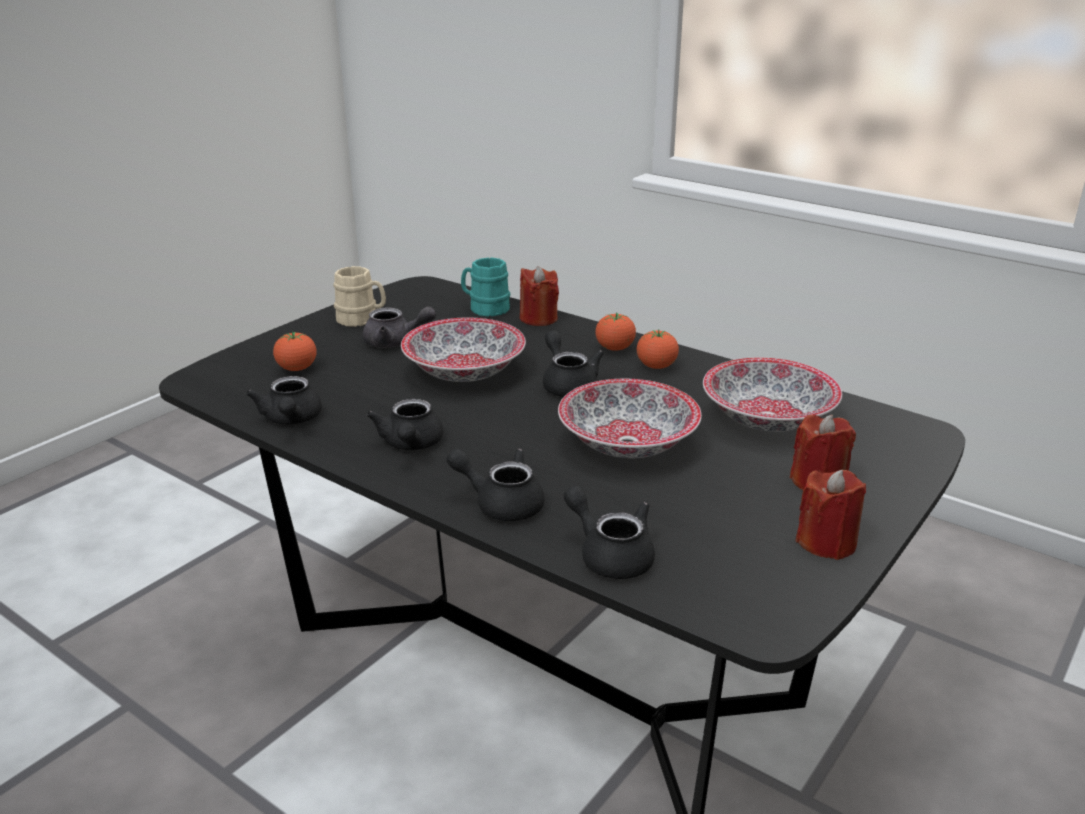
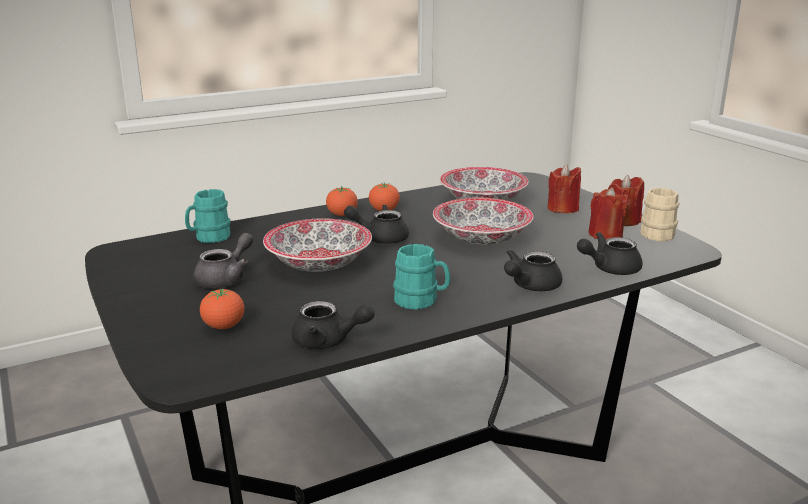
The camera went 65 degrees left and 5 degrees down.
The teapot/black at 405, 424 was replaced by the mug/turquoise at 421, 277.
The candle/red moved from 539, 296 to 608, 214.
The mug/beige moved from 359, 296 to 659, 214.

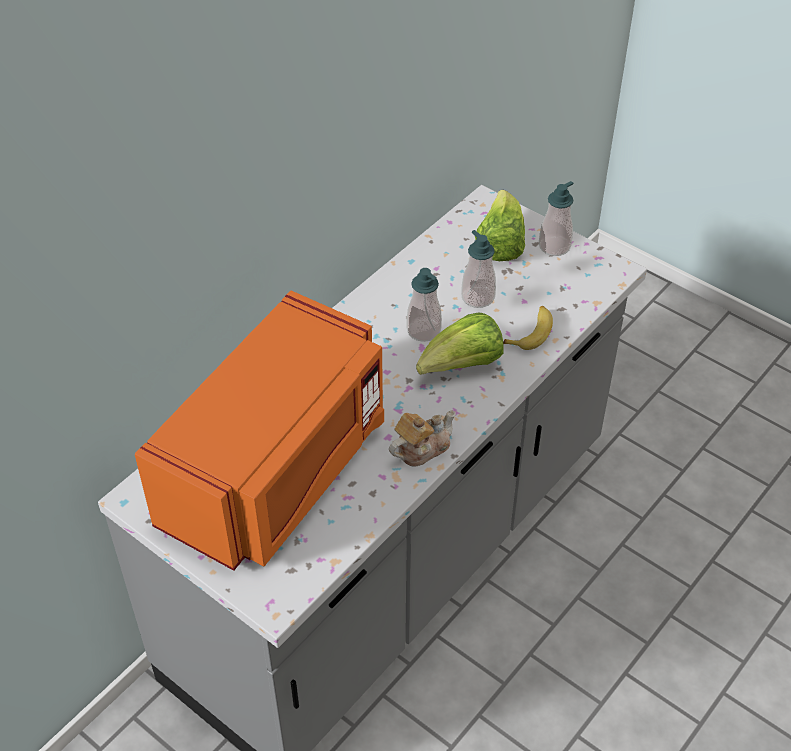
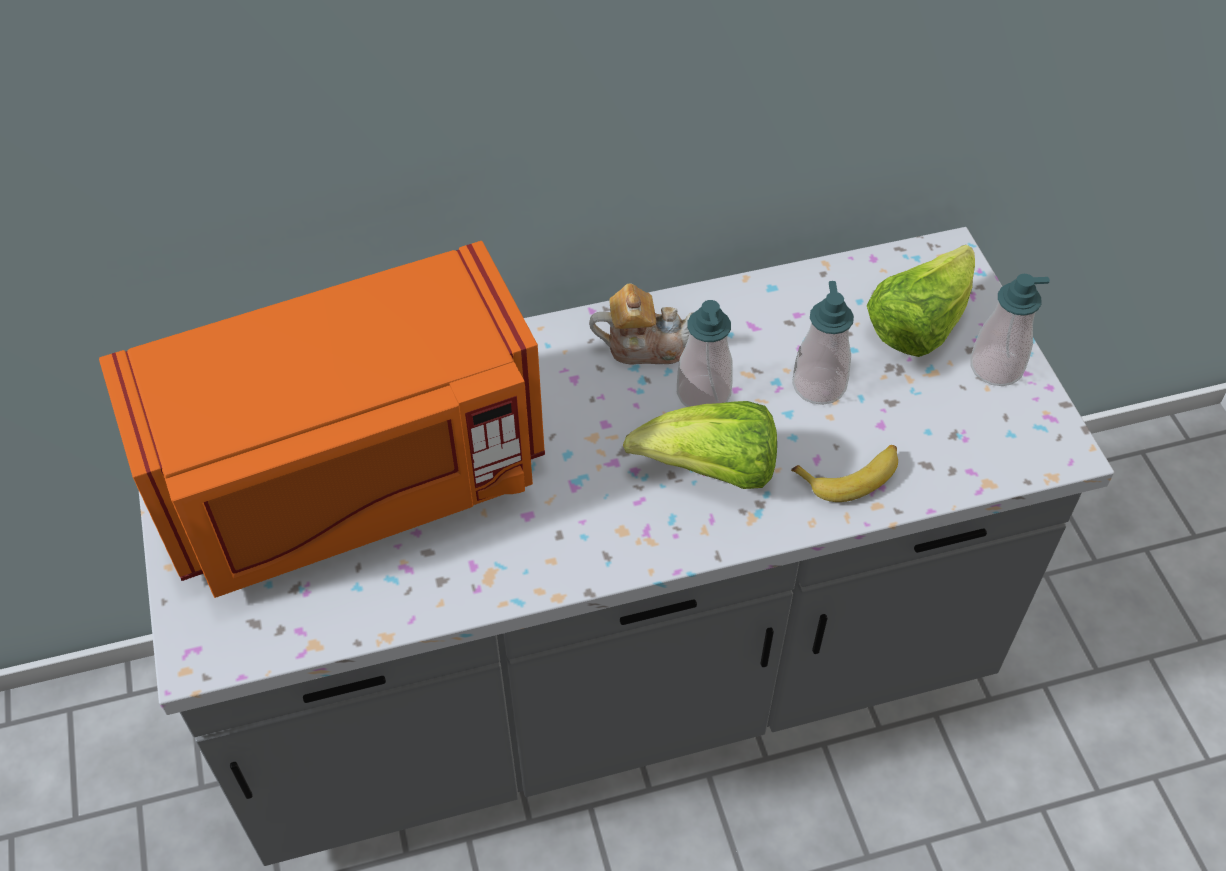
The camera went 35 degrees right and 5 degrees up.
The teapot moved from 422, 438 to 641, 324.

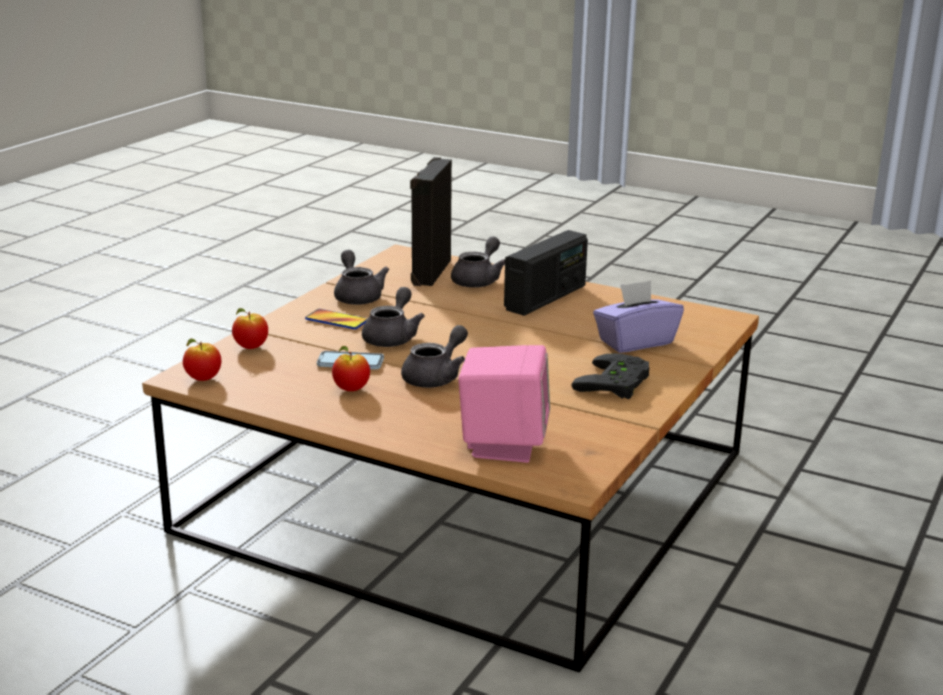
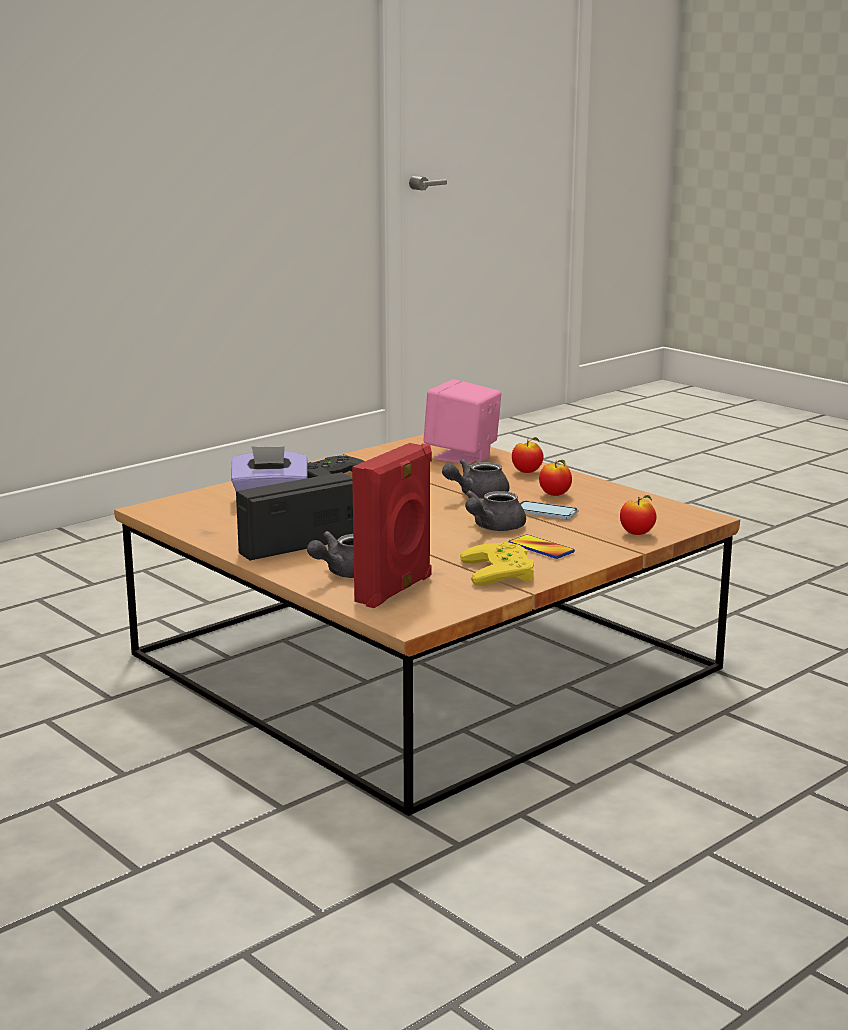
The camera went 160 degrees left and 5 degrees down.
The speaker/black at 431, 221 became the speaker/red at 392, 525.
The teapot/grey at 361, 277 was replaced by the game controller/yellow at 497, 564.
The apple moved from 202, 360 to 528, 455.

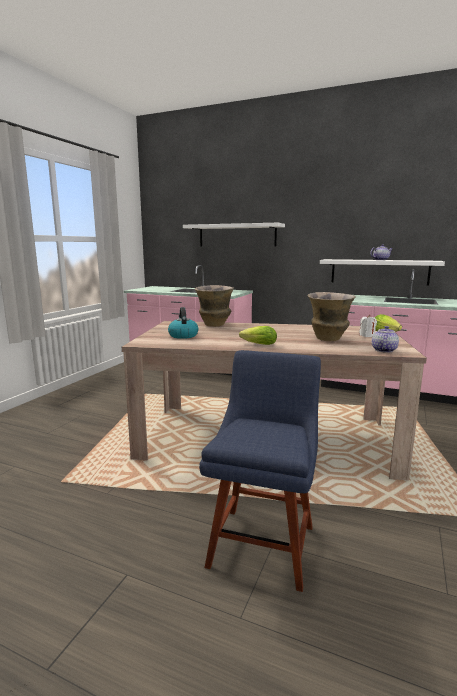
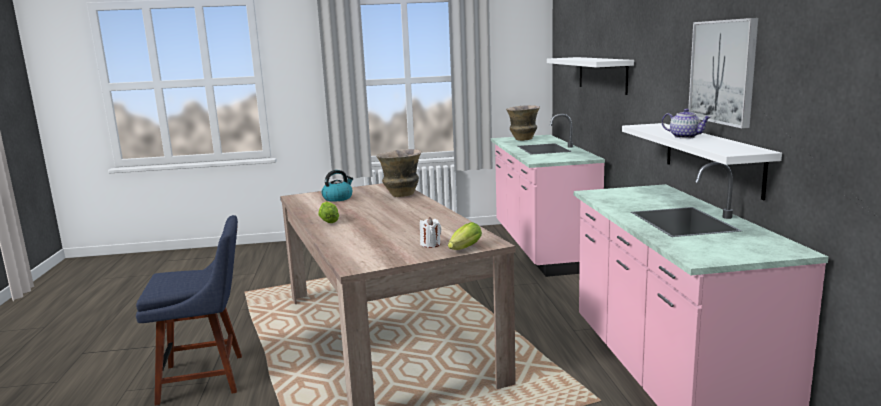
The camera went 60 degrees right and 0 degrees up.
The vase moved from 331, 316 to 523, 123.
The picture at 723, 73 appeared.
The teapot at 385, 339 disappeared.

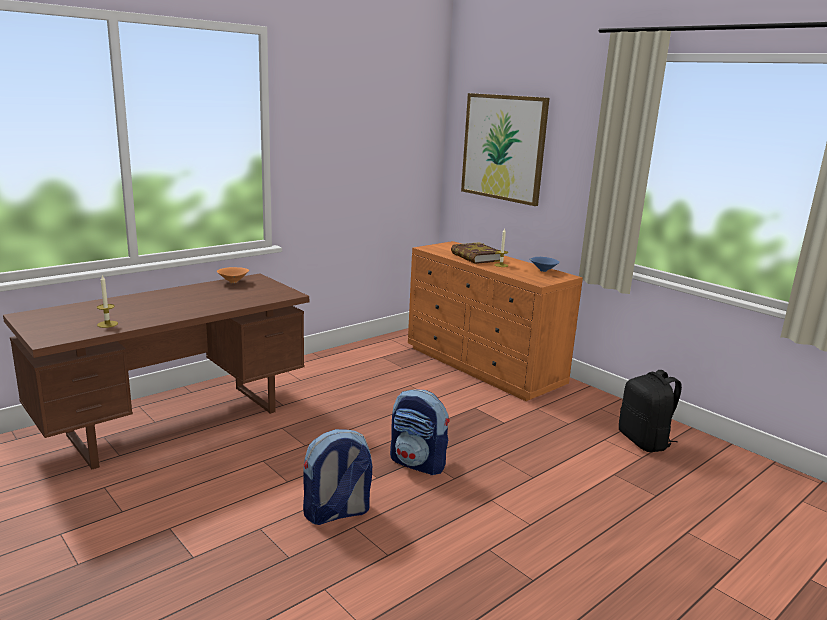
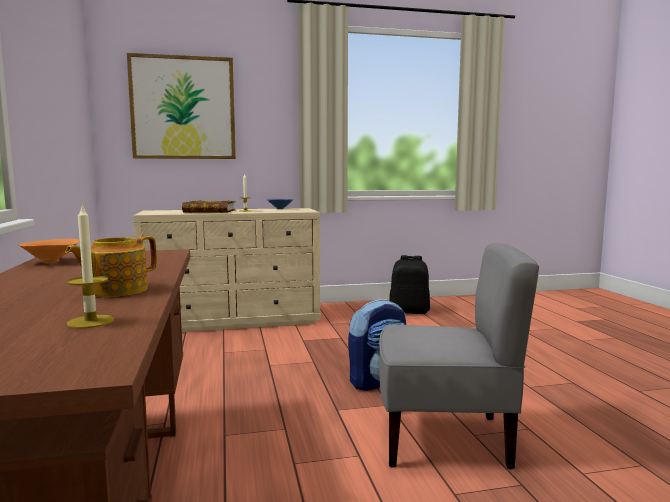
The camera went 60 degrees left and 10 degrees down.
The teapot at 111, 266 appeared.
The dresser/orange at 495, 321 became the dresser/beige at 227, 270.
The backpack at 337, 477 was replaced by the chair/grey at 459, 356.

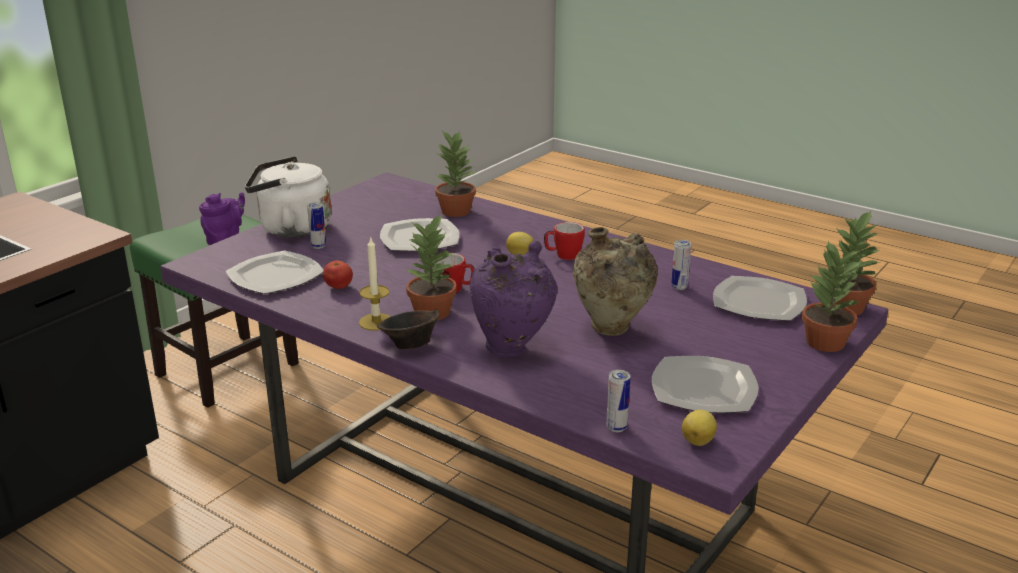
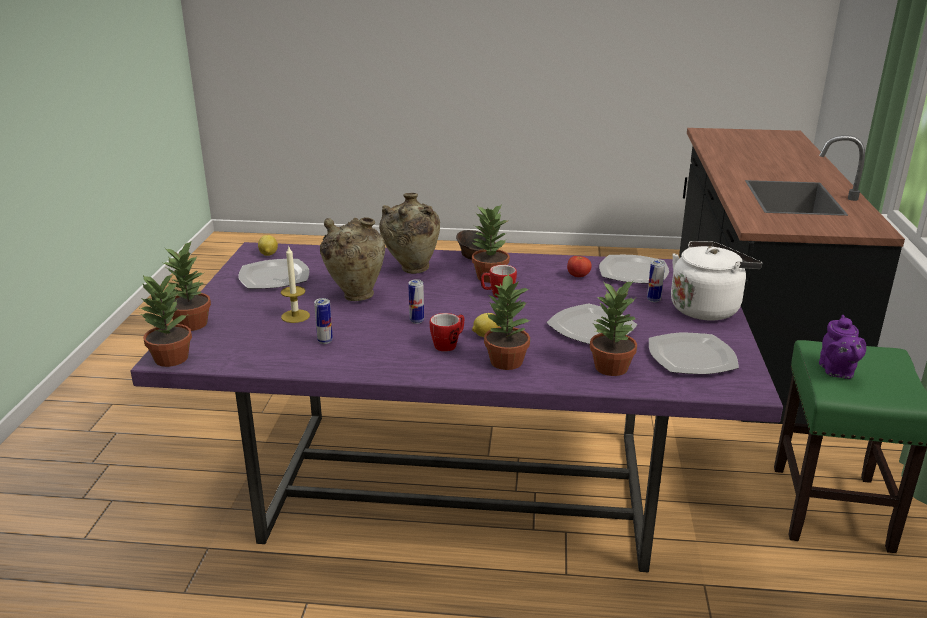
The camera went 150 degrees right and 0 degrees up.
The candle moved from 375, 284 to 295, 284.
The vase/purple at 514, 298 became the vase/beige at 409, 233.
The can moved from 618, 401 to 416, 301.
The potted plant at 507, 321 appeared.
The plate moved from 760, 298 to 694, 353.

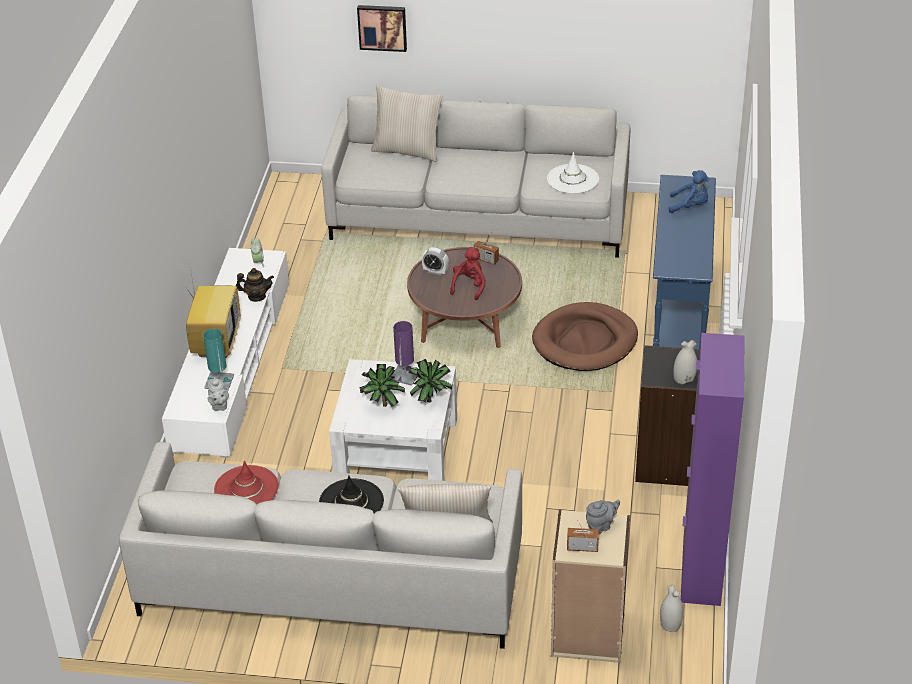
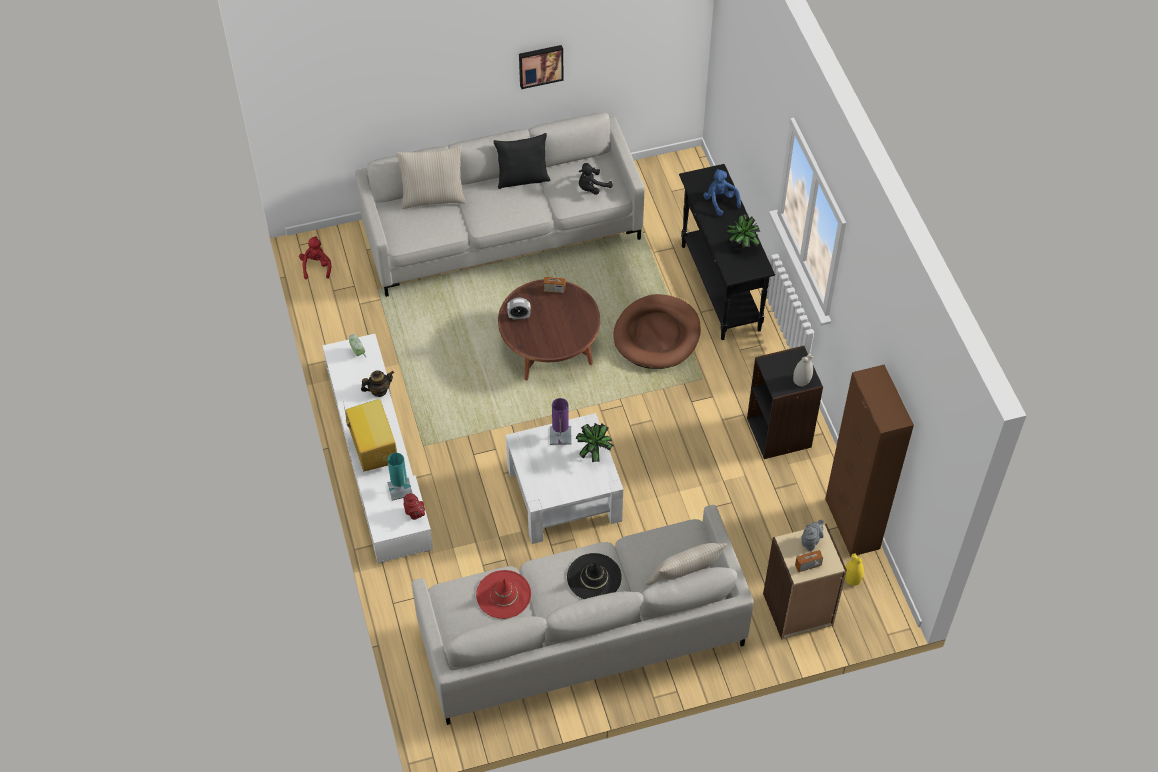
The camera went 25 degrees left and 15 degrees up.
The plush toy/red moved from 468, 273 to 315, 257.
The teapot/grey at 218, 394 became the teapot/red at 414, 506.
The pillow/black at 522, 161 appeared.
The picture moved from 382, 28 to 541, 67.
The hat/white at 573, 173 was replaced by the plush toy/black at 596, 179.
The console table/blue at 684, 262 became the console table/black at 727, 252.
The plush toy/blue at 689, 191 turned 105 degrees counterclockwise.
The potted plant moved from 382, 385 to 743, 230.
The cabinet/purple at 713, 469 became the cabinet/brown at 869, 461.
The vase/white at 671, 608 became the vase/yellow at 854, 569.

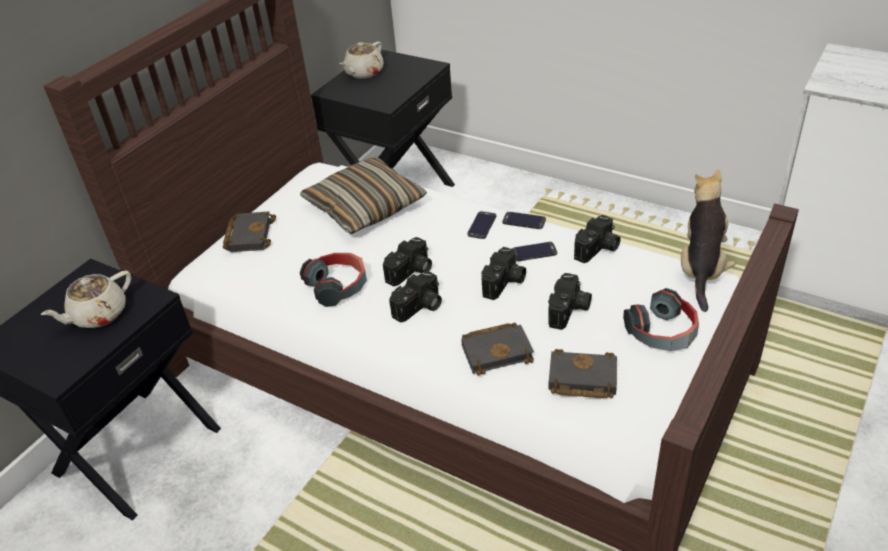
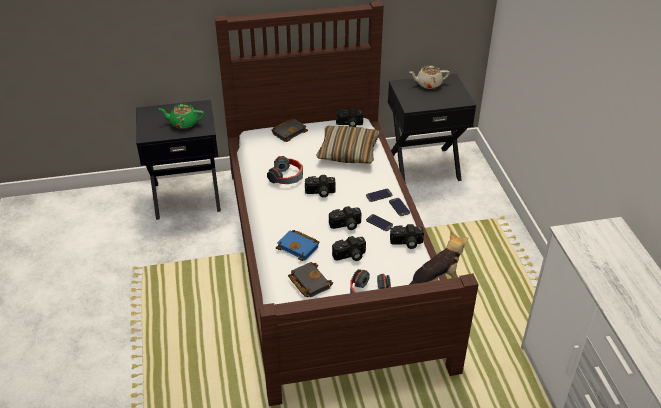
The camera went 45 degrees right and 0 degrees up.
The teapot/beige at 86, 299 became the teapot/green at 181, 116.
The book/black at 497, 349 became the book/blue at 297, 245.
The photo camera moved from 415, 297 to 349, 117.

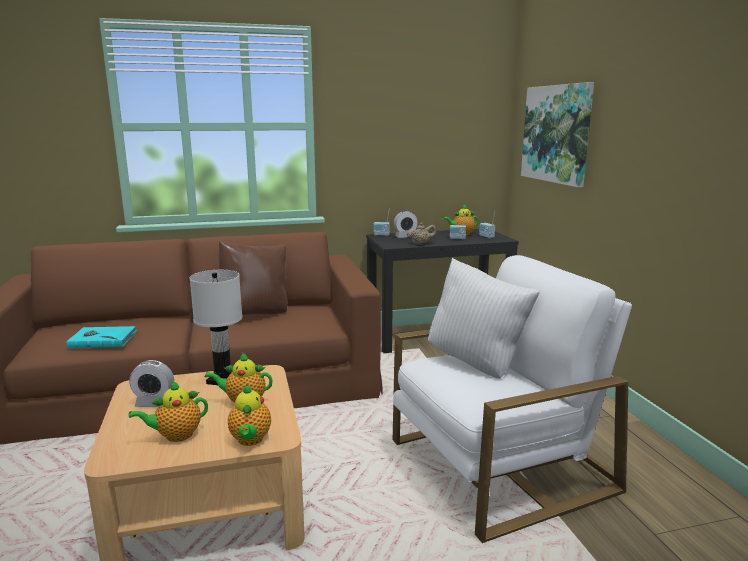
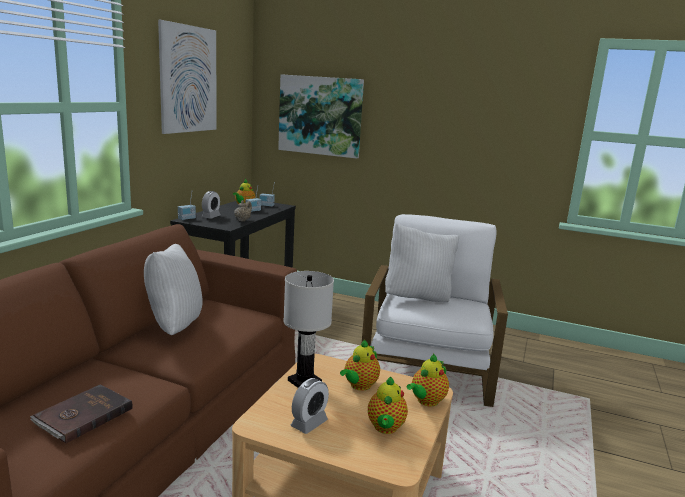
The camera went 55 degrees left and 0 degrees up.
The book/turquoise at 101, 337 became the book/brown at 81, 414.
The pillow/brown at 253, 278 became the pillow/white at 173, 289.
The picture at 187, 77 appeared.
The teapot at 249, 415 turned 105 degrees clockwise.

